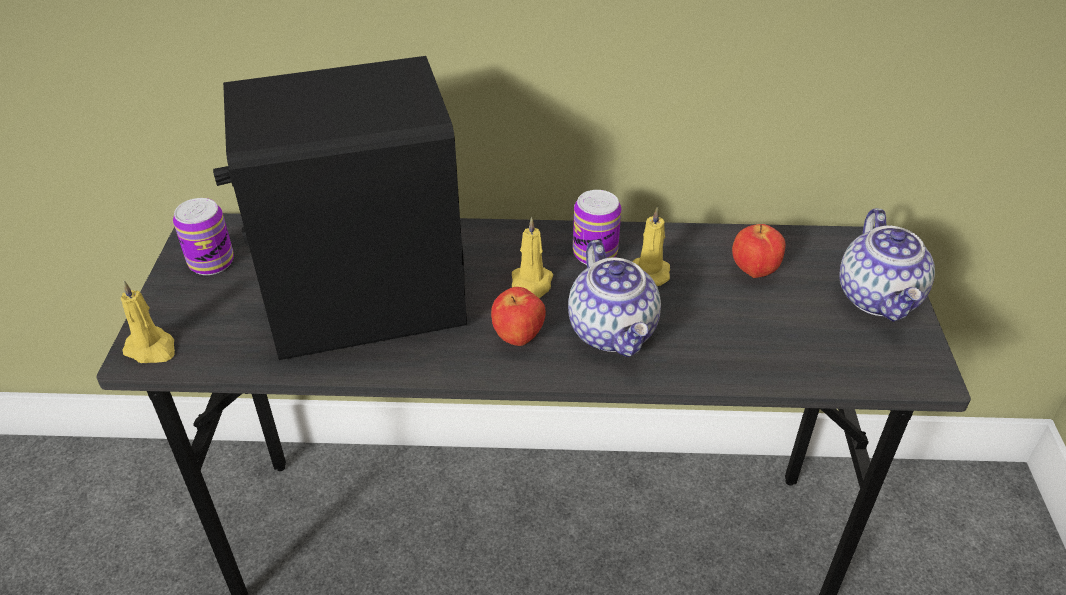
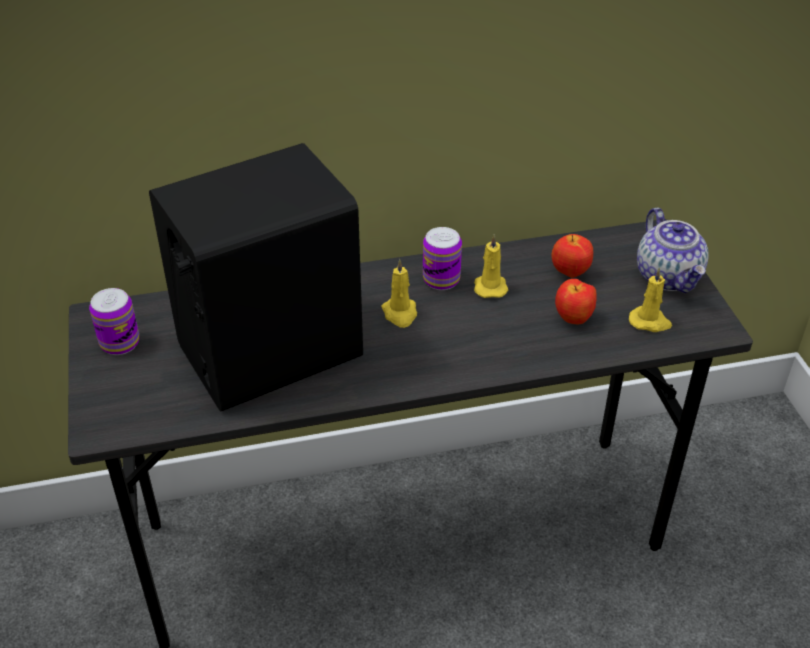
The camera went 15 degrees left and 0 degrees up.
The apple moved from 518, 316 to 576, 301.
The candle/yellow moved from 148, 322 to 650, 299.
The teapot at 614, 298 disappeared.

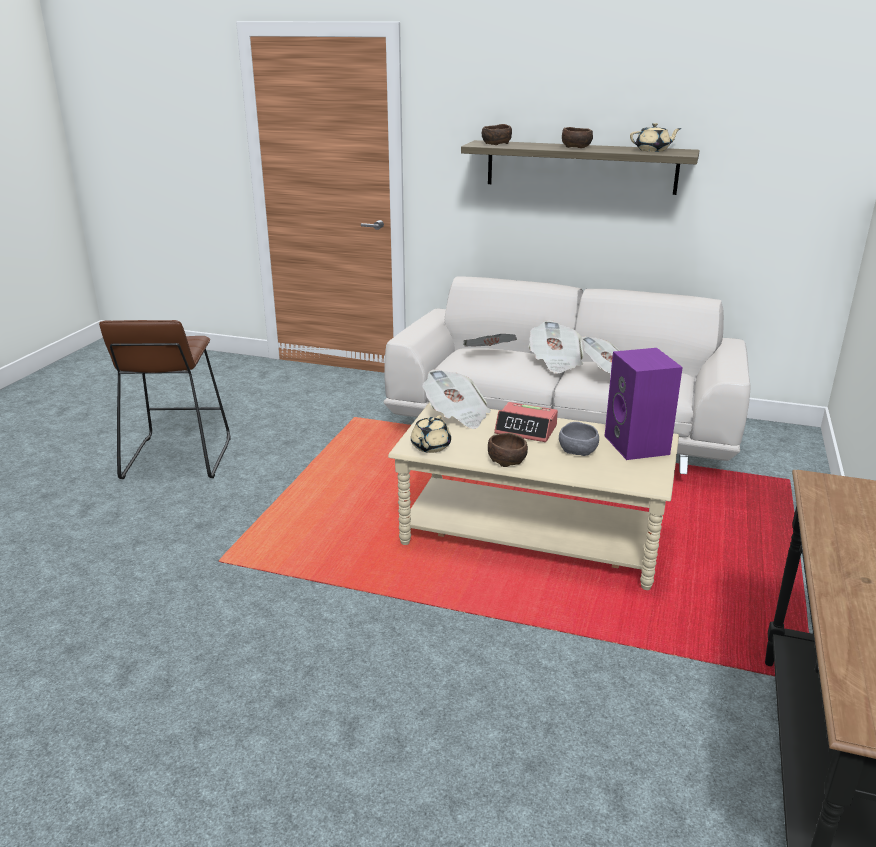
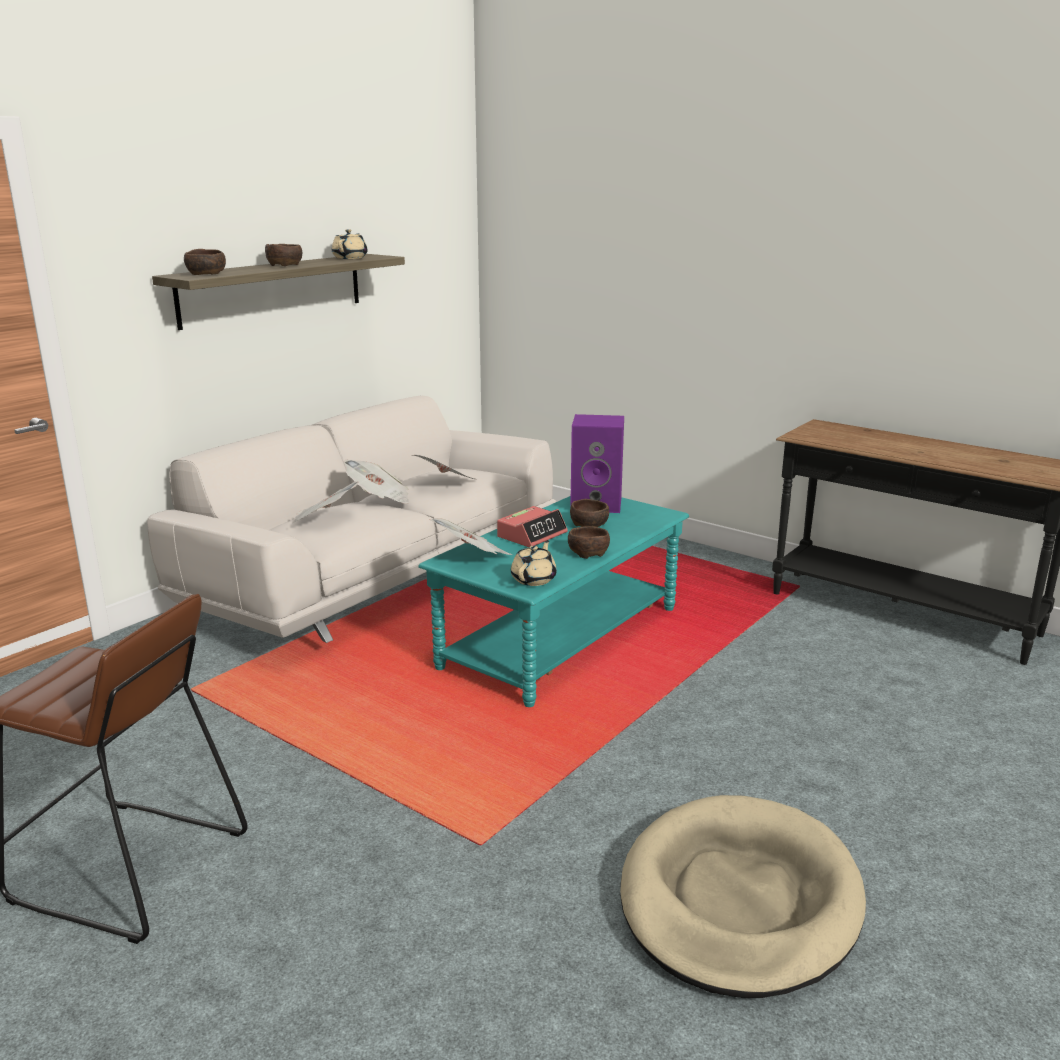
The camera went 70 degrees left and 5 degrees down.
The coffee table/beige at 533, 496 became the coffee table/turquoise at 553, 601.
The teapot/beige at 431, 434 turned 105 degrees counterclockwise.
The bowl/grey at 579, 439 became the bowl/brown at 589, 513.
The dog bed/beige at 743, 896 appeared.

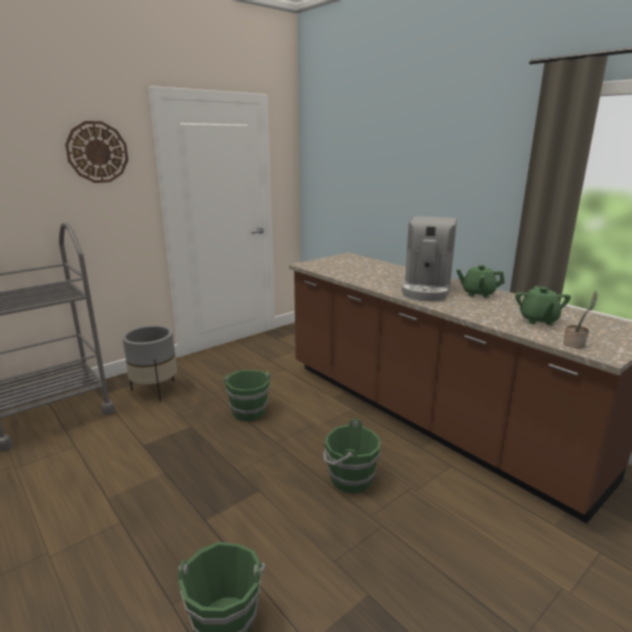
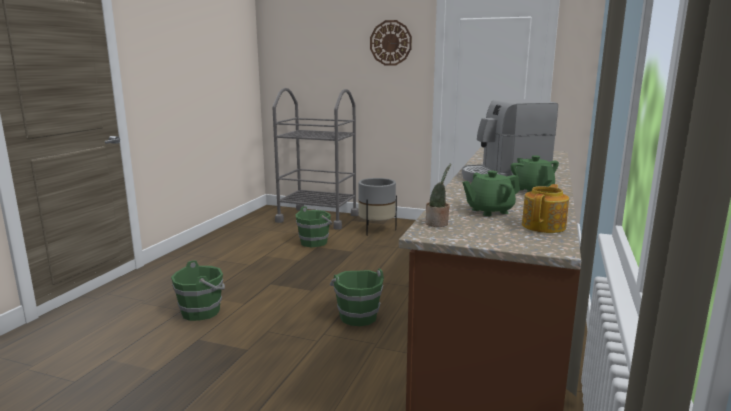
The camera went 60 degrees right and 5 degrees down.
The bucket/green moved from 247, 395 to 314, 226.
The teapot at 545, 208 appeared.

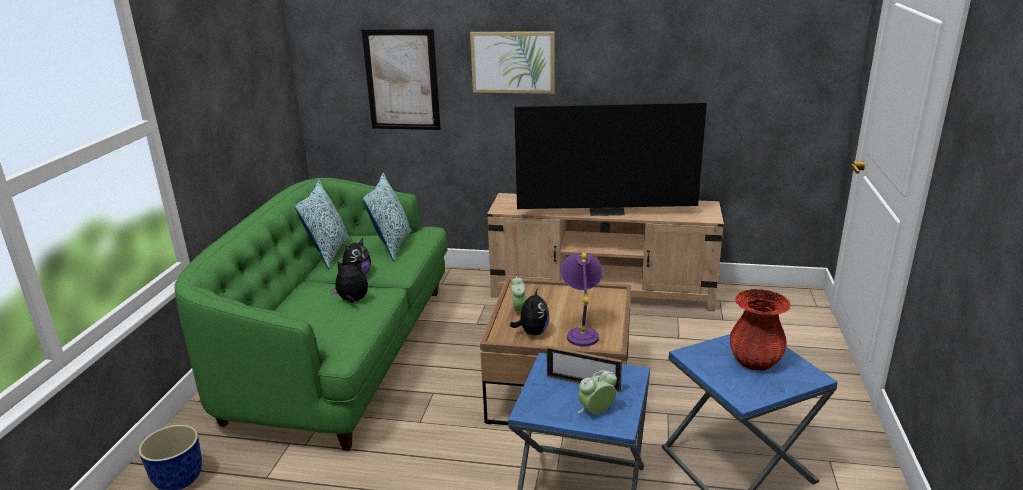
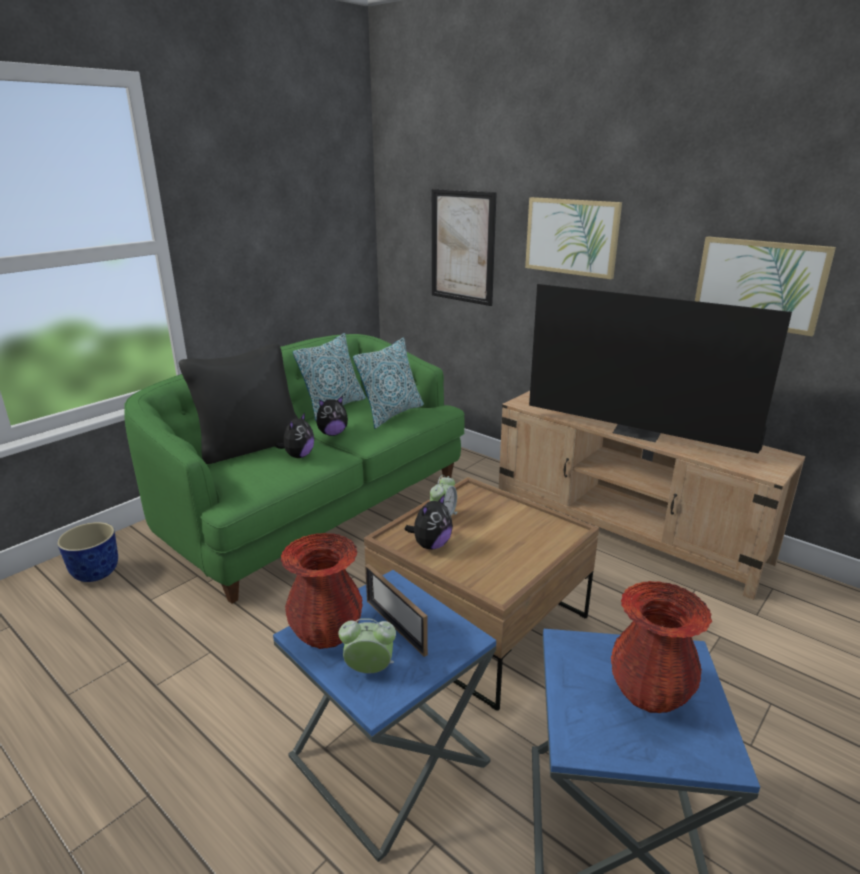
The camera went 30 degrees right and 0 degrees up.
The pillow/black at 238, 404 appeared.
The plush toy at 349, 282 turned 75 degrees clockwise.
The vase/red at 322, 591 appeared.
The picture at 765, 286 appeared.
The table lamp/purple at 582, 300 disappeared.

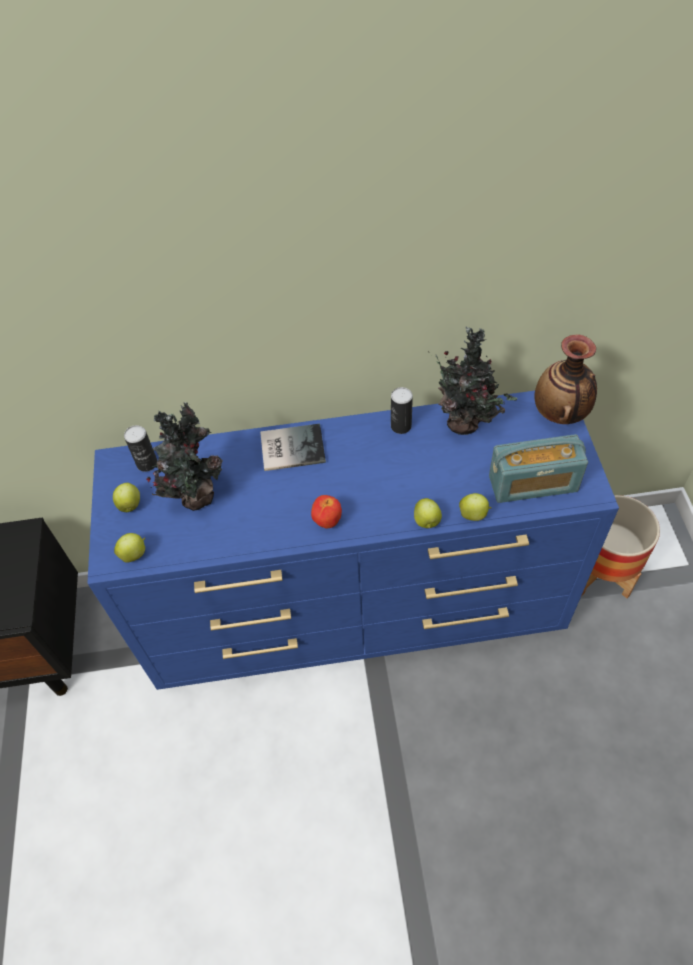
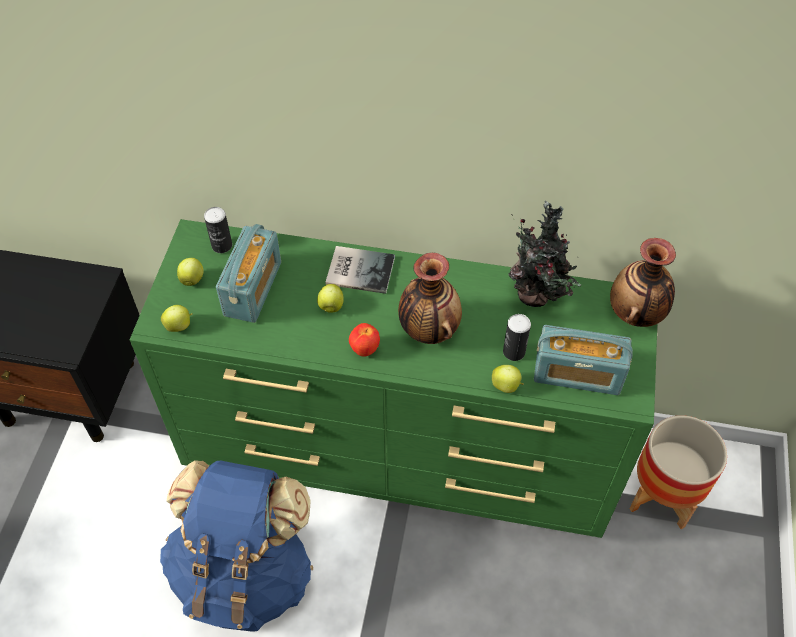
The camera went 15 degrees right and 0 degrees up.
The dresser/blue at 353, 540 became the dresser/green at 393, 378.
The backpack/blue at 236, 545 appeared.
The potted plant at 185, 456 was replaced by the radio at 248, 273.
The apple moved from 428, 513 to 330, 298.
The vase at 430, 298 appeared.
The can moved from 402, 410 to 517, 337.

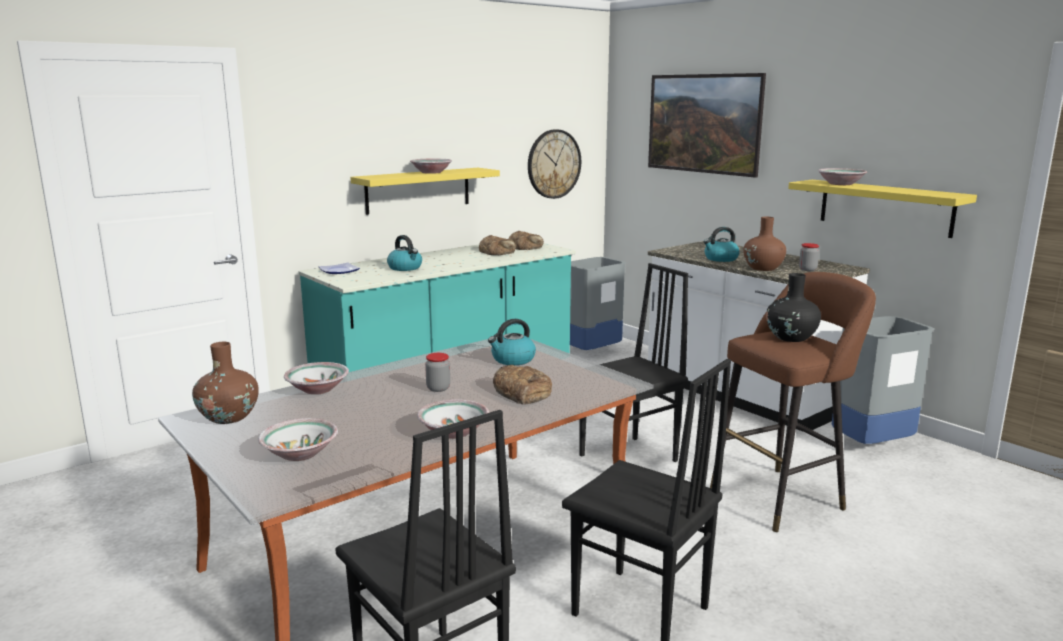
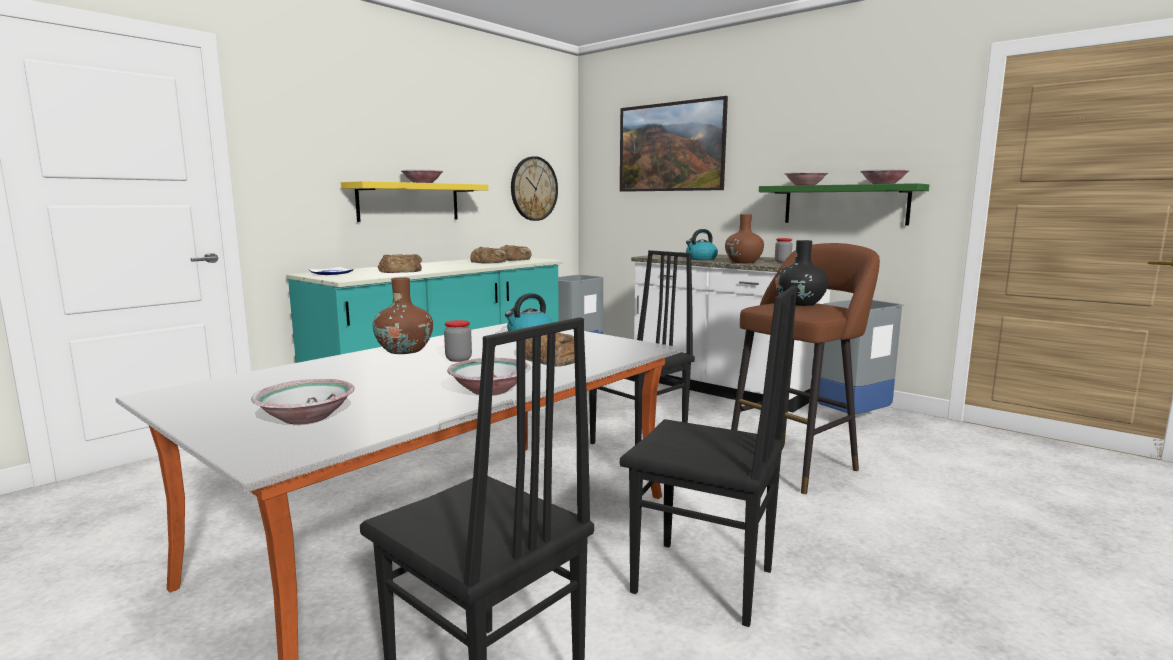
The camera went 10 degrees left and 5 degrees down.
The vase/brown moved from 225, 383 to 403, 315.
The kettle at 404, 253 was replaced by the bread at 400, 263.
The shelf/yellow at 882, 209 became the shelf/green at 844, 204.
The bowl moved from 316, 378 to 885, 176.

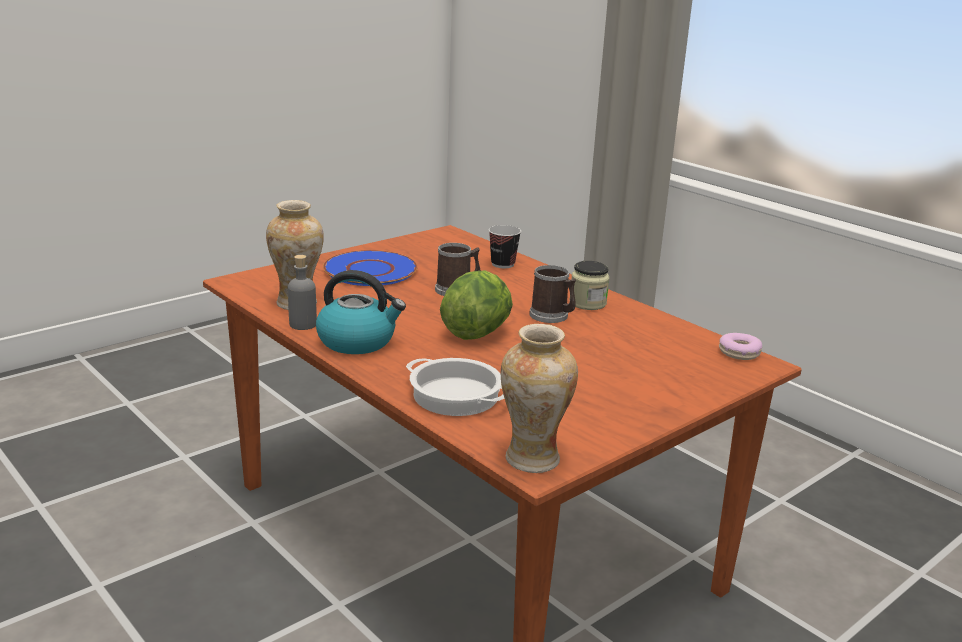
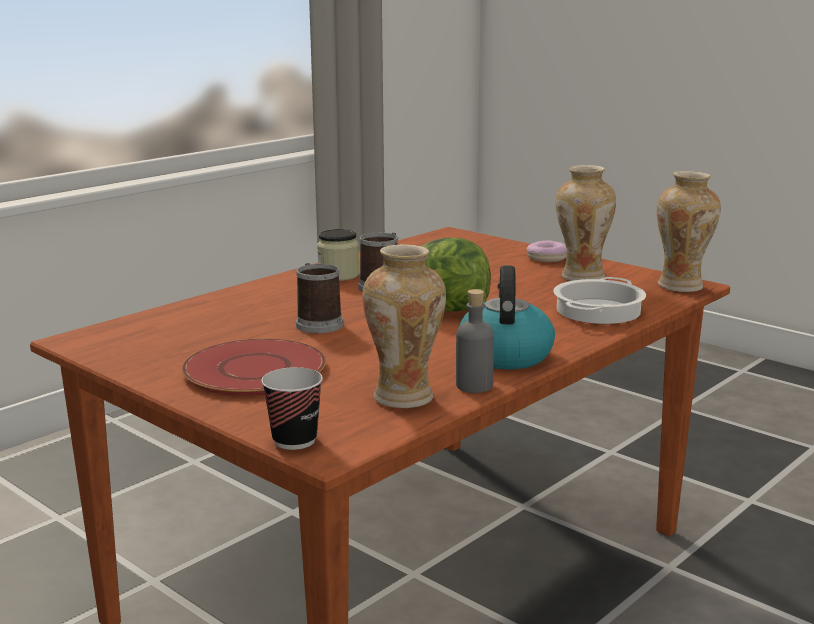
The camera went 95 degrees left and 5 degrees down.
The plate/blue at 370, 268 became the plate/red at 253, 367.
The cup moved from 505, 246 to 292, 408.
The donut moved from 740, 346 to 547, 251.
The vase at 586, 223 appeared.

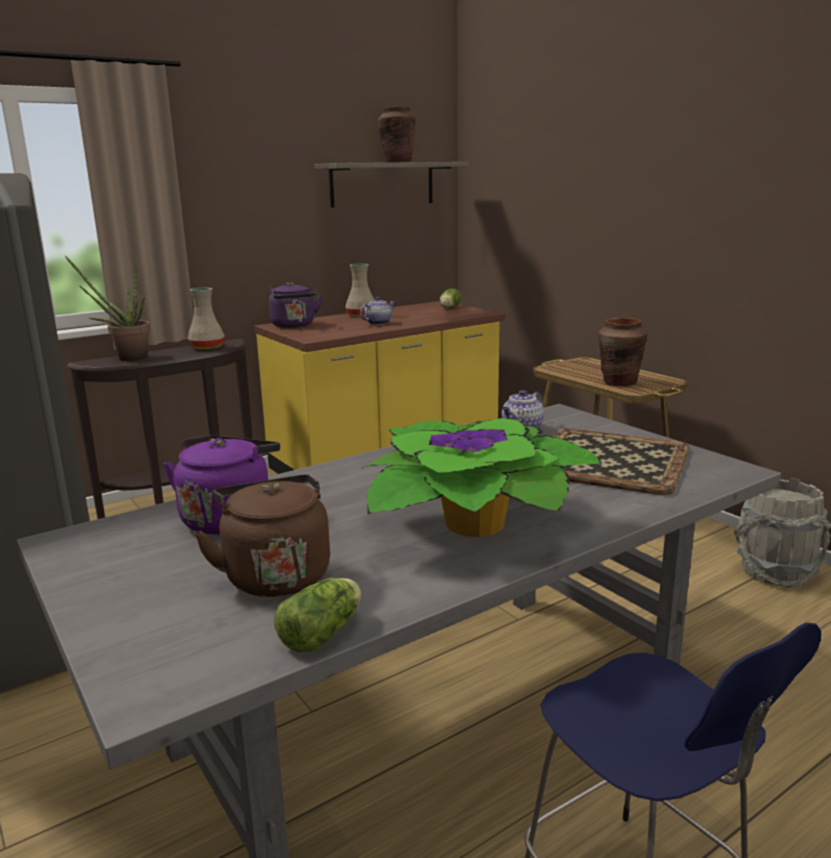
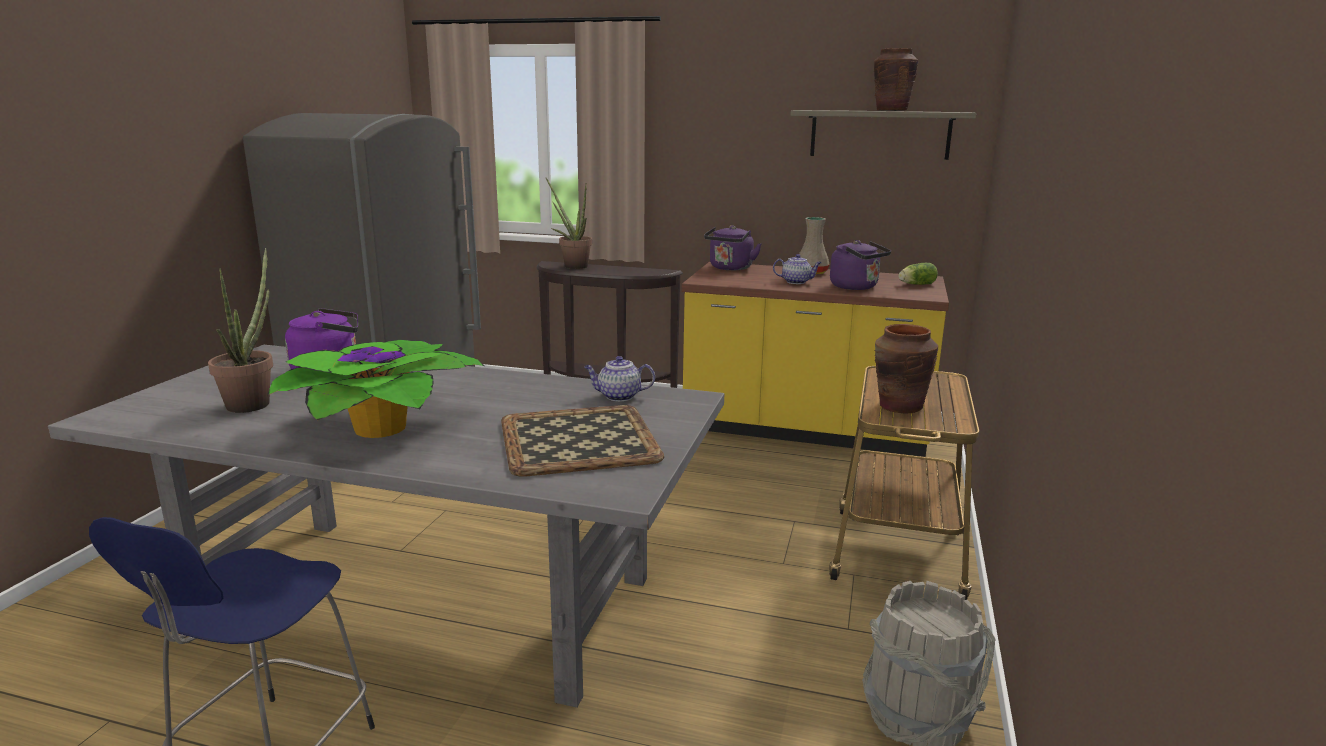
The camera went 50 degrees right and 0 degrees up.
The kettle/brown at 262, 535 was replaced by the potted plant at 240, 330.
The kettle/purple at 860, 265 appeared.
The vase/beige at 206, 319 disappeared.
The lettuce at 317, 615 disappeared.

